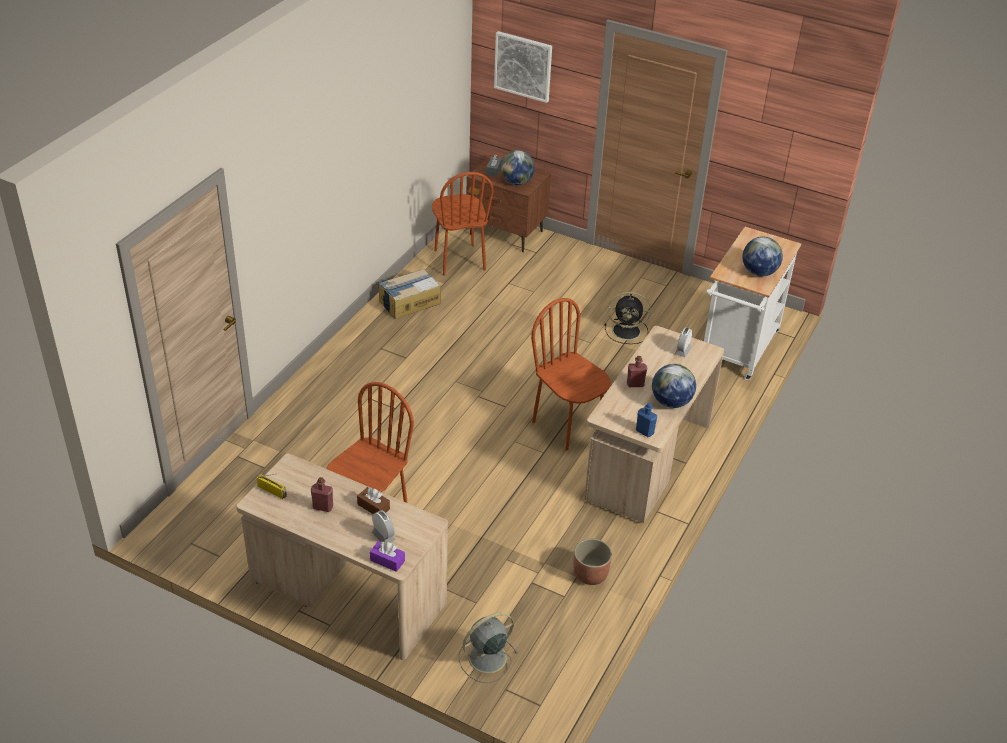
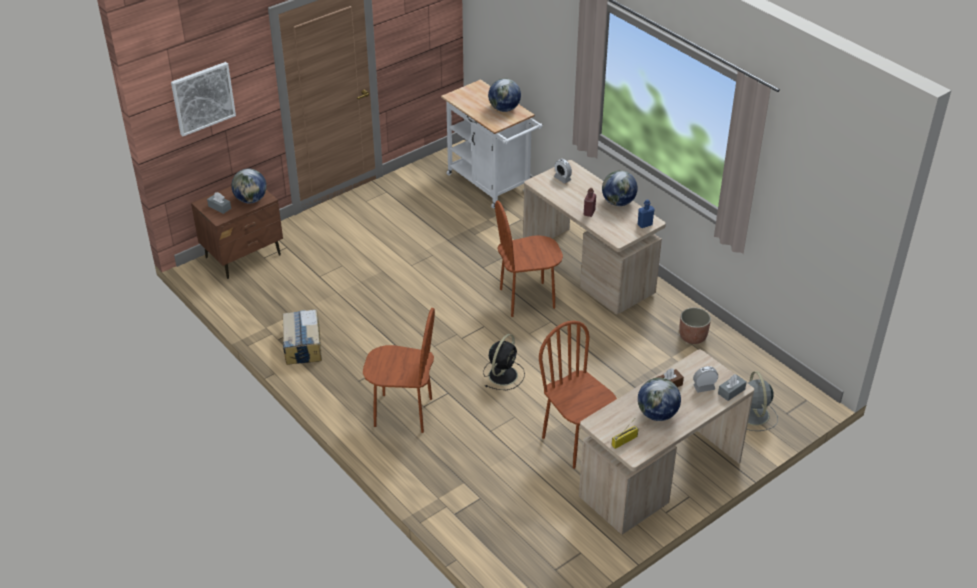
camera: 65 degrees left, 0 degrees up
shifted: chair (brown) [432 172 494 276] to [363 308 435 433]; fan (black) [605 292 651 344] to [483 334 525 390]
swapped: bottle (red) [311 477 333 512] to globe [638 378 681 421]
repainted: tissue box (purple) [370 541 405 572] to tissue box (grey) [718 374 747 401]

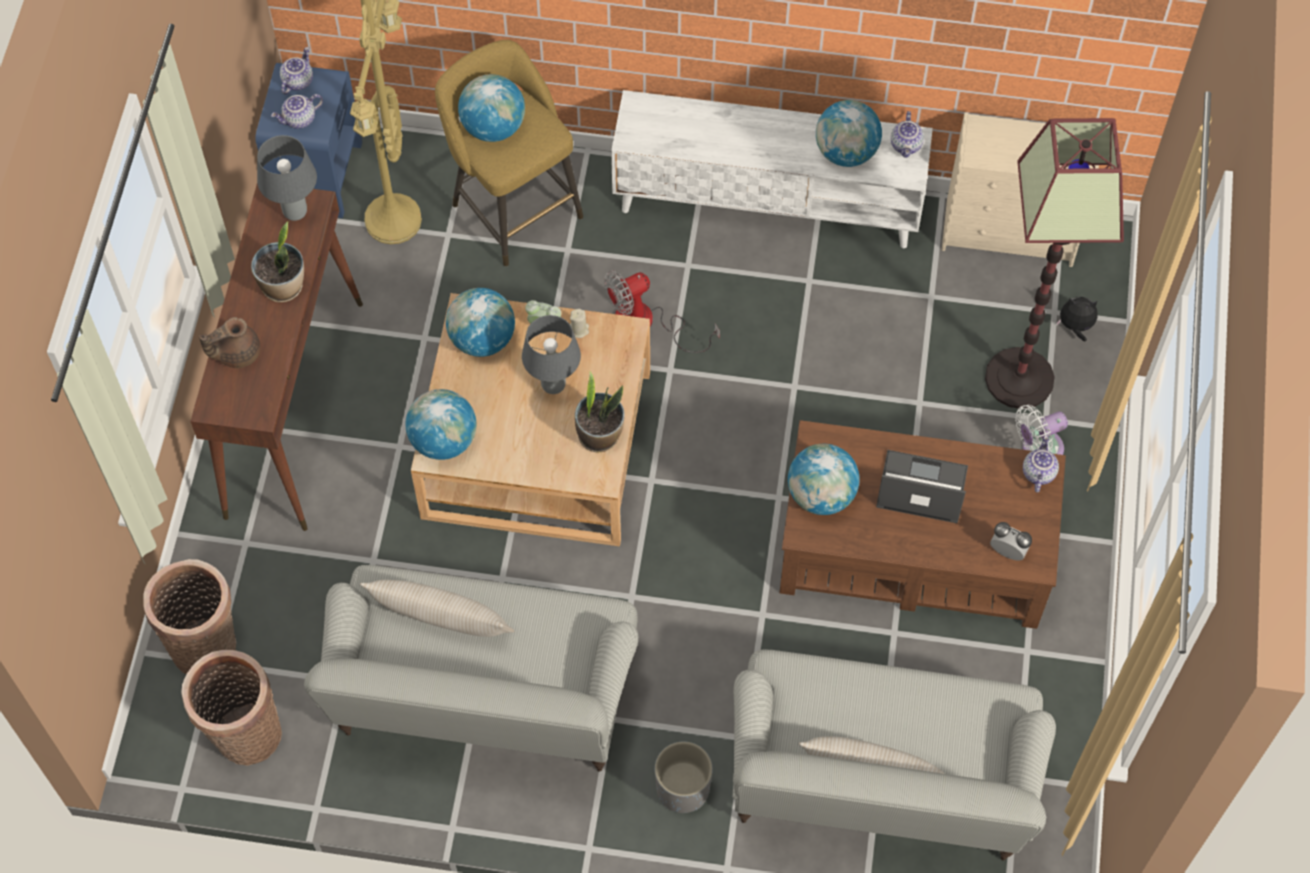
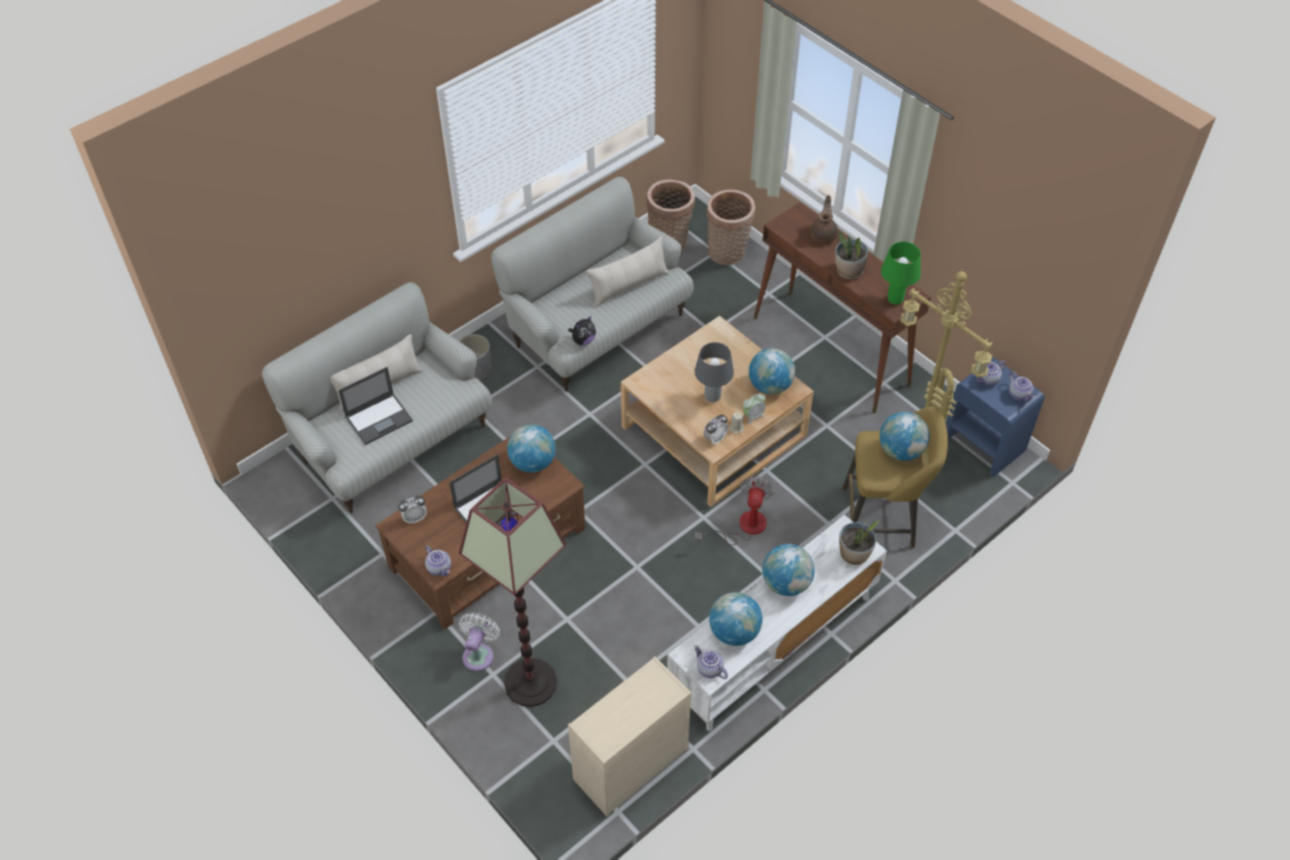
camera: 130 degrees right, 10 degrees down
new: laptop [338 367 413 445]; alarm clock [703 415 728 445]
shifted: plush toy [1056 297 1098 341] to [568 316 596 346]; potted plant [575 372 625 453] to [839 521 880 565]; globe [405 389 476 460] to [762 544 815 596]
repainted: table lamp (grey) [257 135 317 221] to table lamp (green) [881 242 921 305]
rotated: teapot [271 94 323 129] = [977 361 1005 386] 135 degrees counterclockwise

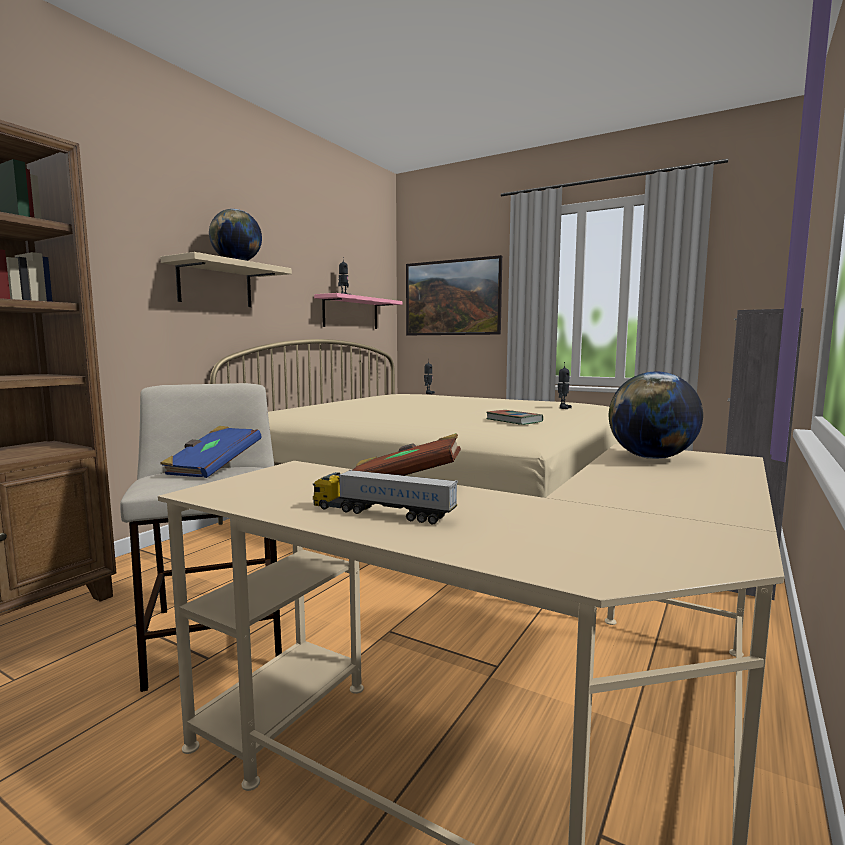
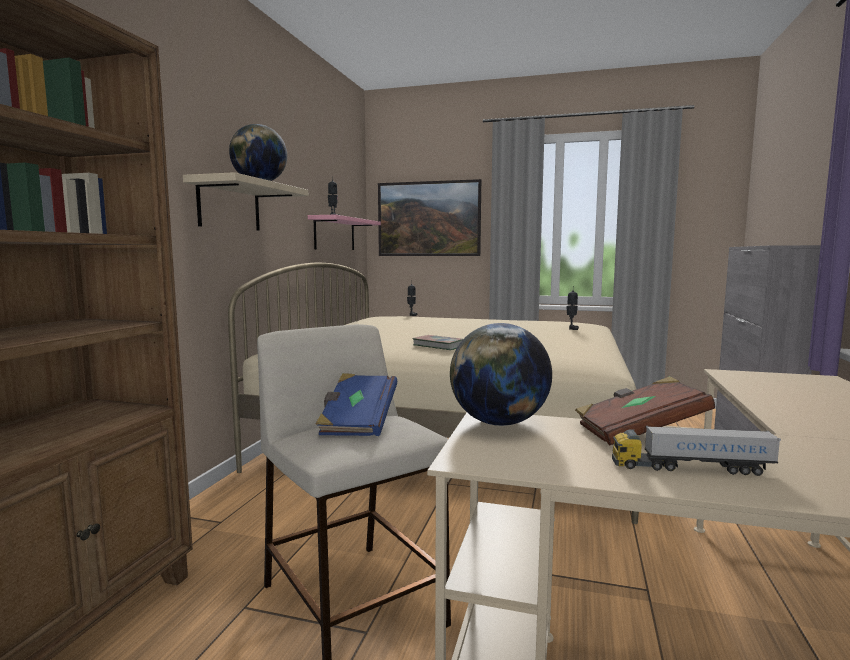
camera: 15 degrees left, 0 degrees up
shifted: globe [609 371 703 459] to [450 323 552 426]; book [486 410 543 425] to [412 335 463 350]

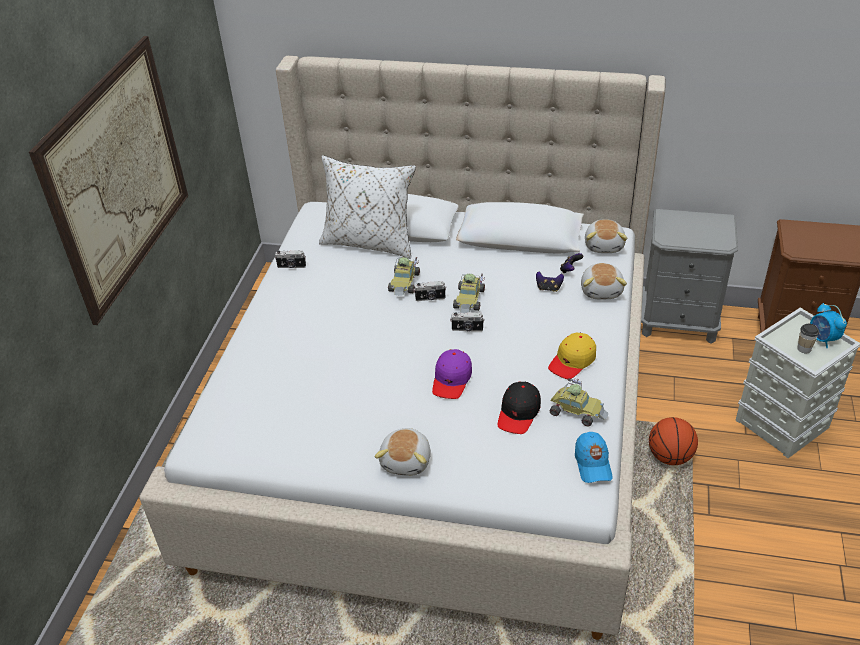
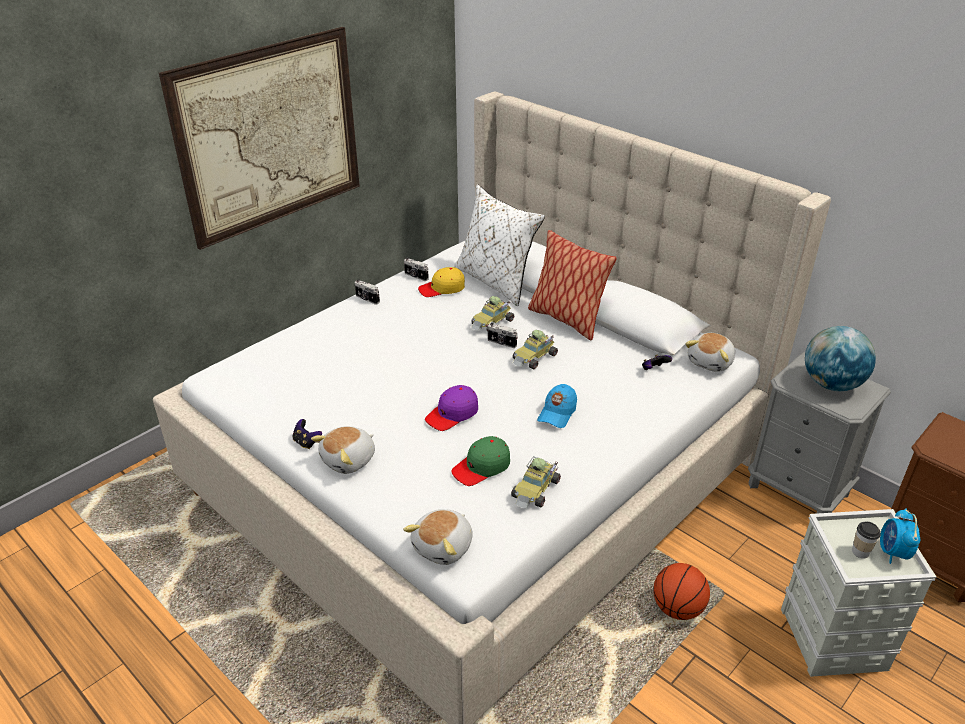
camera: 30 degrees right, 5 degrees down
new: pillow [528 230 616 341]; globe [805 326 876 391]
shifted: plush toy [581 263 627 299] to [403 509 473 565]; game controller [536 271 564 292] to [292 419 322 449]; photo camera [450 312 484 331] to [355 279 380 305]; cap (yellow) [548 333 596 379] to [418 267 465 297]; cap (blue) [575 432 613 483] to [537 384 577 428]
repainted: cap (black) [498 382 541 434] to cap (green) [451 436 510 486]
rotated: toy car [550 378 608 426] = [511 456 561 508] 60 degrees clockwise

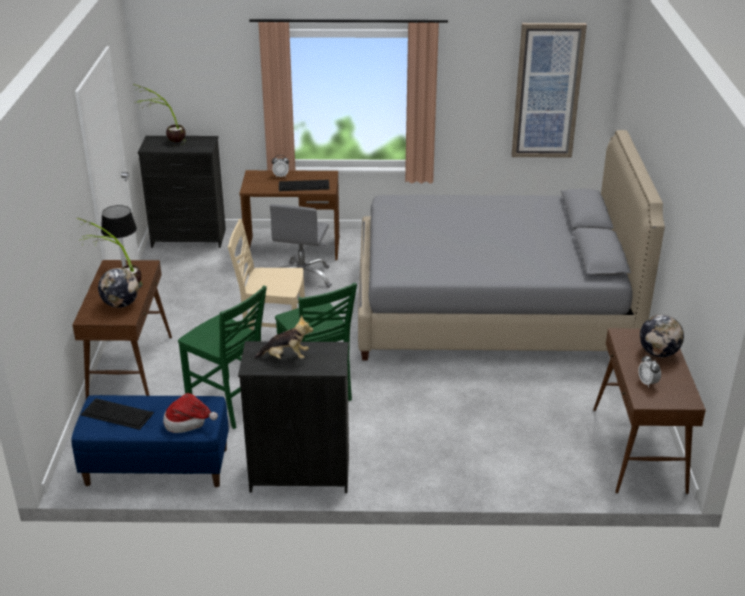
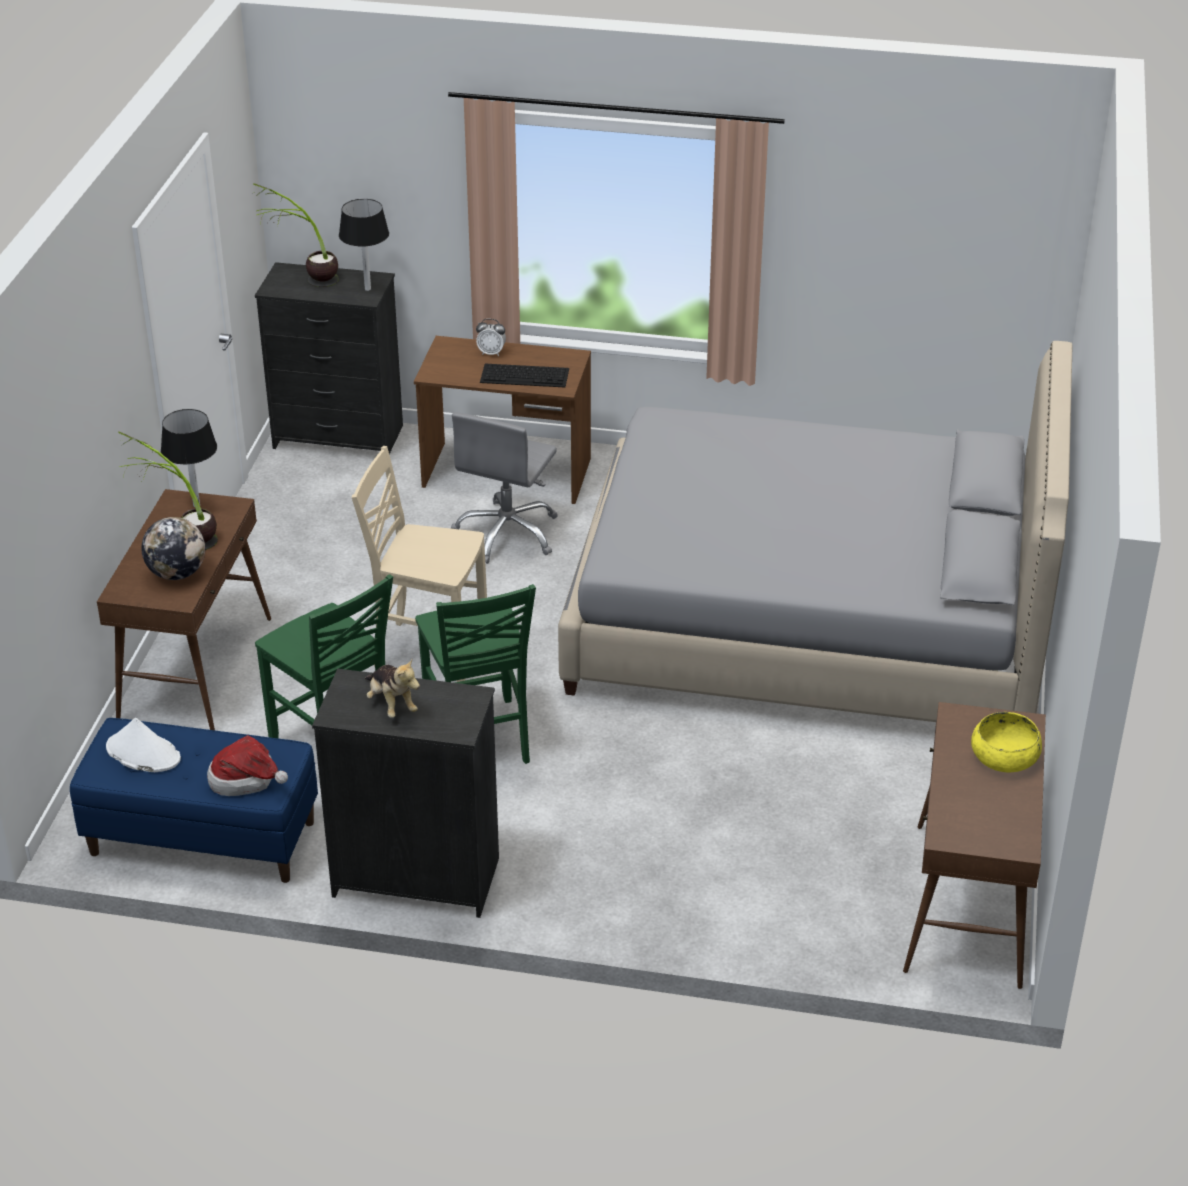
camera: 10 degrees right, 5 degrees up
gone: picture [512 23 587 157]; alarm clock [638 355 661 388]
new: table lamp (black) [339 199 389 291]
swapped: globe [640 315 684 357] to bowl (yellow) [971 712 1042 773]; keyboard [81 398 154 430] to hat (white) [106 718 181 772]
rotated: plush toy [254 316 313 359] = [365 659 420 718] 45 degrees clockwise

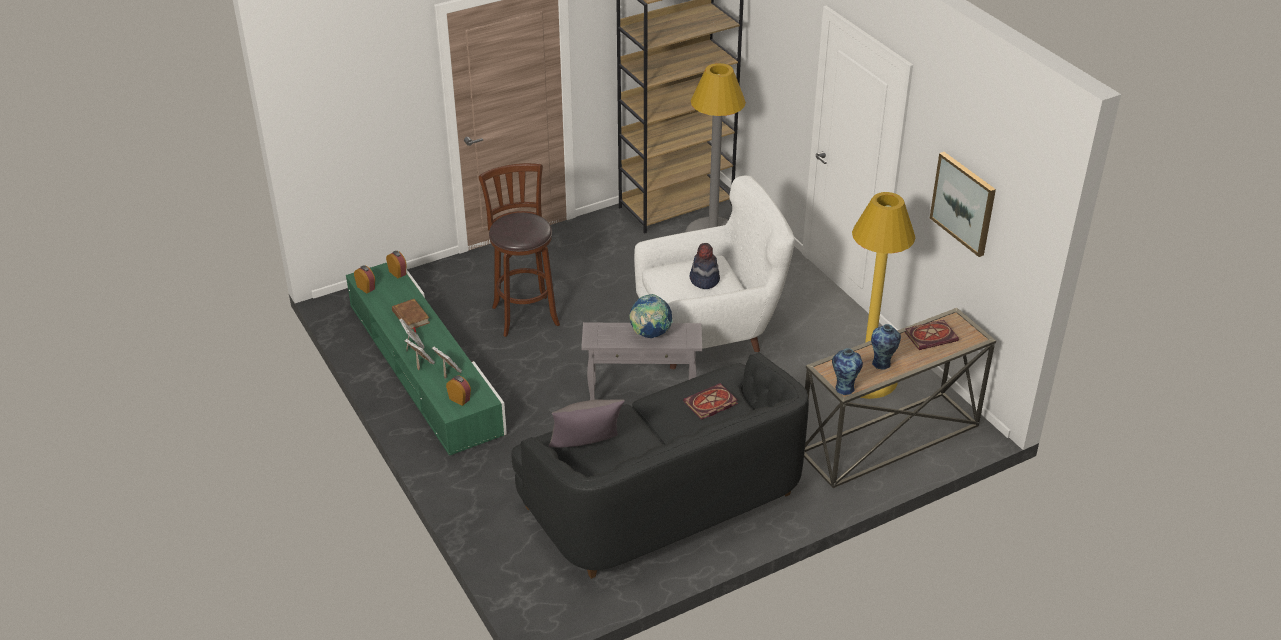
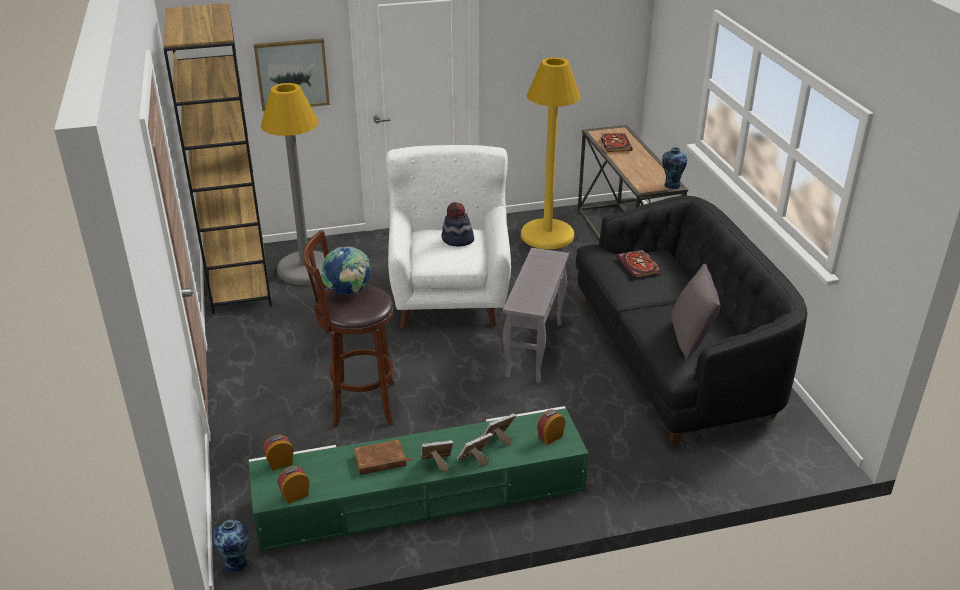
camera: 75 degrees left, 5 degrees down
shifted: picture [930 152 996 257] to [254 38 330 111]; globe [629 294 673 338] to [321 247 371 295]; vase [871 324 901 370] to [213 520 249 574]

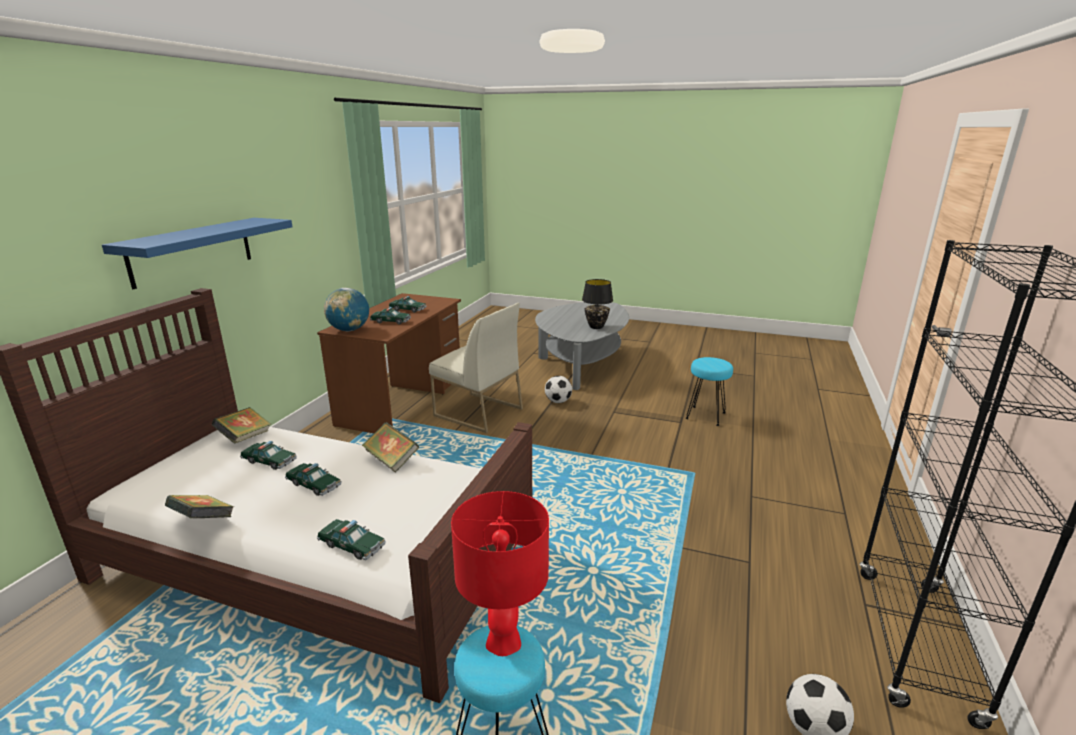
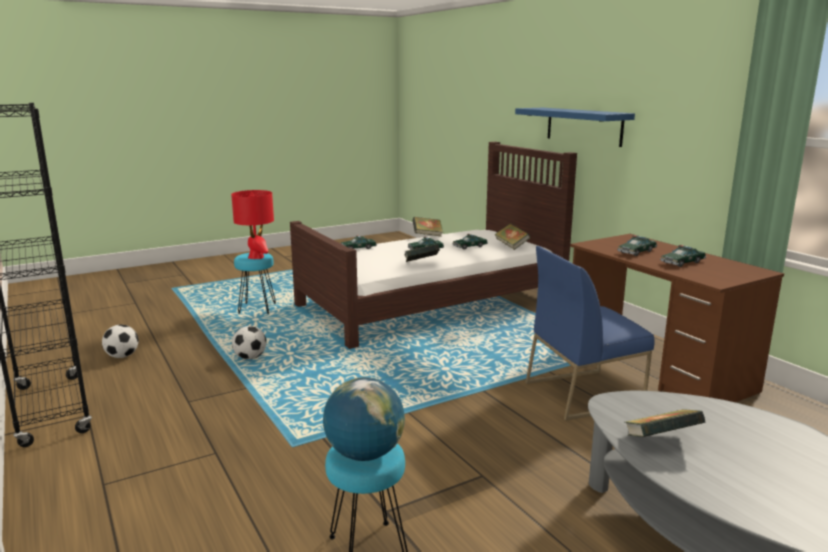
camera: 130 degrees right, 5 degrees down
shifted: globe [324 288 369 331] to [323 377 405 461]; football [545 376 572 403] to [232 326 266 360]
swapped: table lamp (black) [582 279 613 329] to book [625 409 706 437]
repainted: chair (white) [429 303 523 433] to chair (blue) [526 246 655 421]

